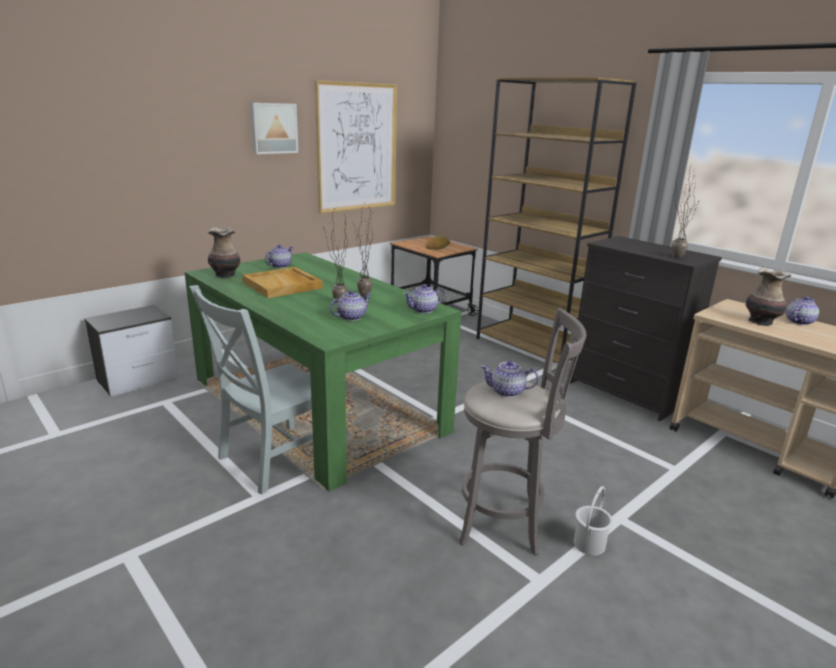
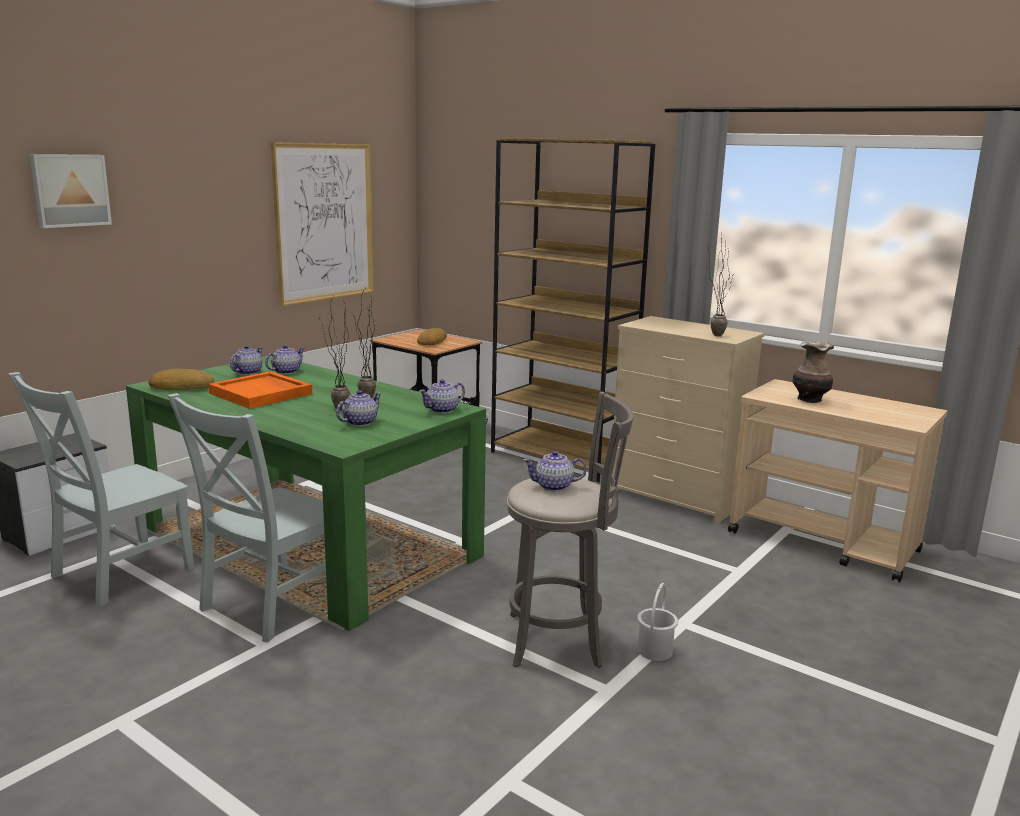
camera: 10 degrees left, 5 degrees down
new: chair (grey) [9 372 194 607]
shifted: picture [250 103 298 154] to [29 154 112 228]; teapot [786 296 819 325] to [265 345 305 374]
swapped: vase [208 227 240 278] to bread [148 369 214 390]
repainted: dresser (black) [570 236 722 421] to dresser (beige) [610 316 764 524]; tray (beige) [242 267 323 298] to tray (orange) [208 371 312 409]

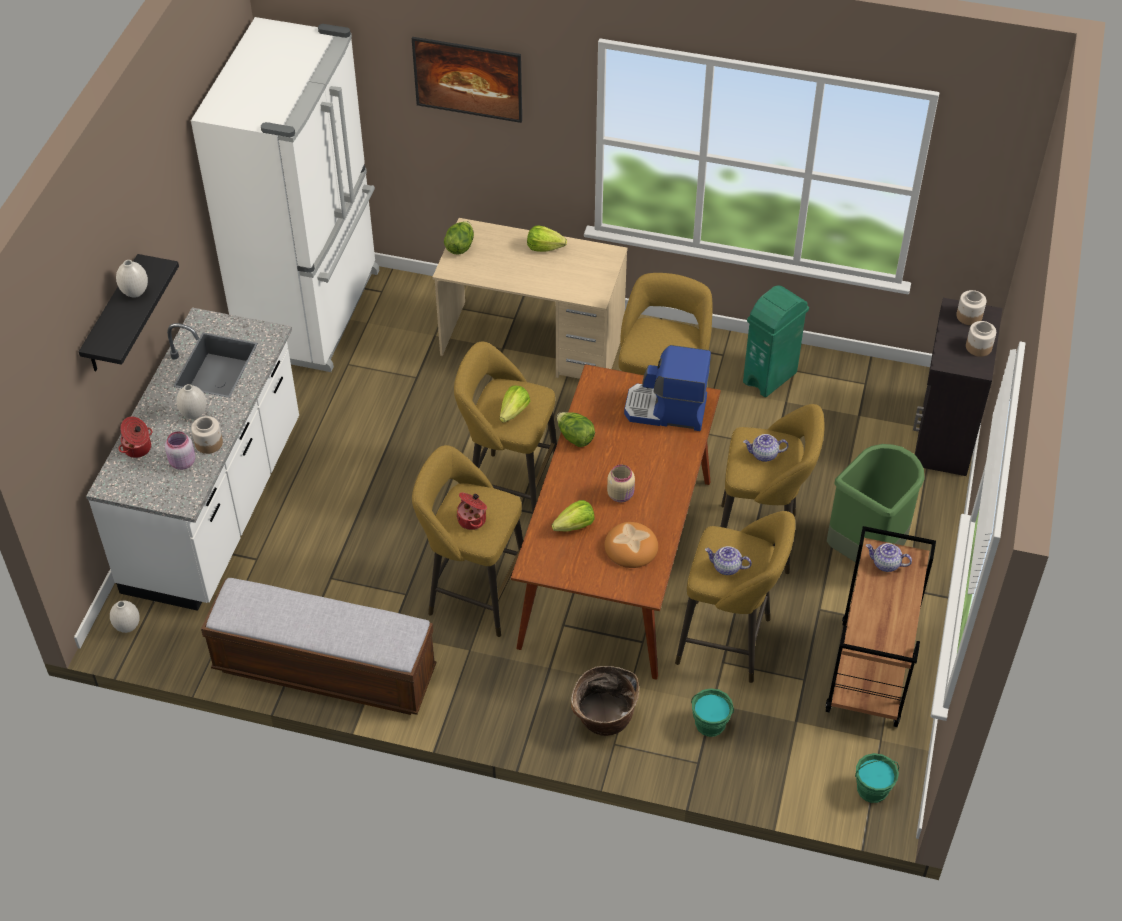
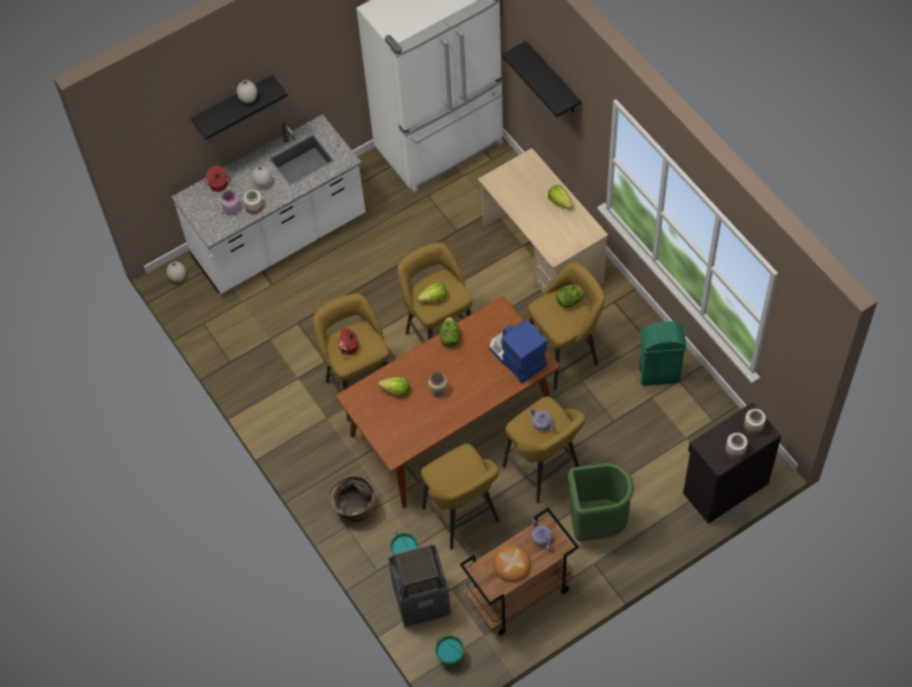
camera: 45 degrees right, 10 degrees up
gone: teapot [705 546 752 575]; bench [201 578 436 715]
new: trash can [388 544 451 627]
shifted: lettuce [444 221 474 254] to [556 285 584 308]; bread [604 522 658 568] to [493 545 531 582]
swapped: picture [412 37 522 123] to shelf (black) [502 41 581 117]

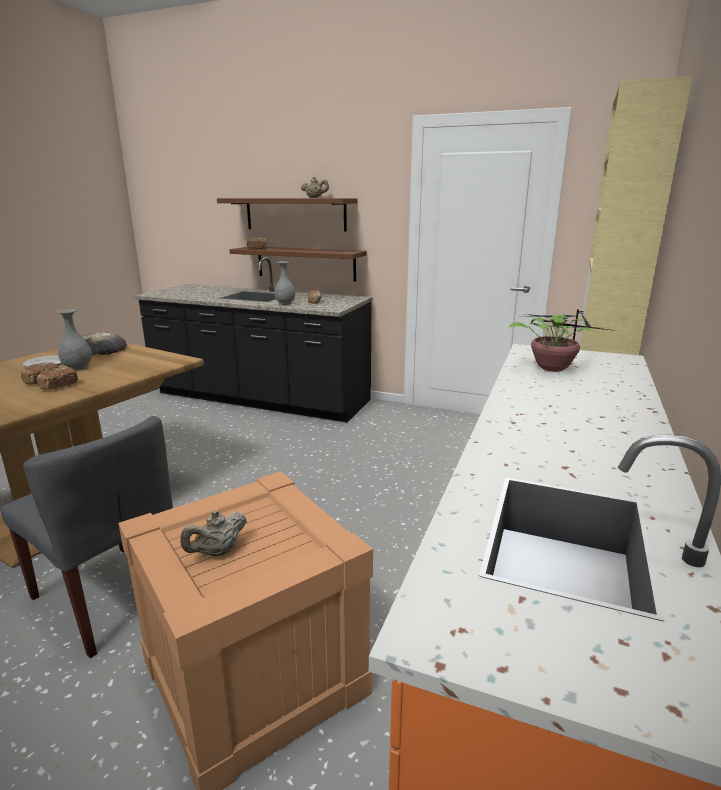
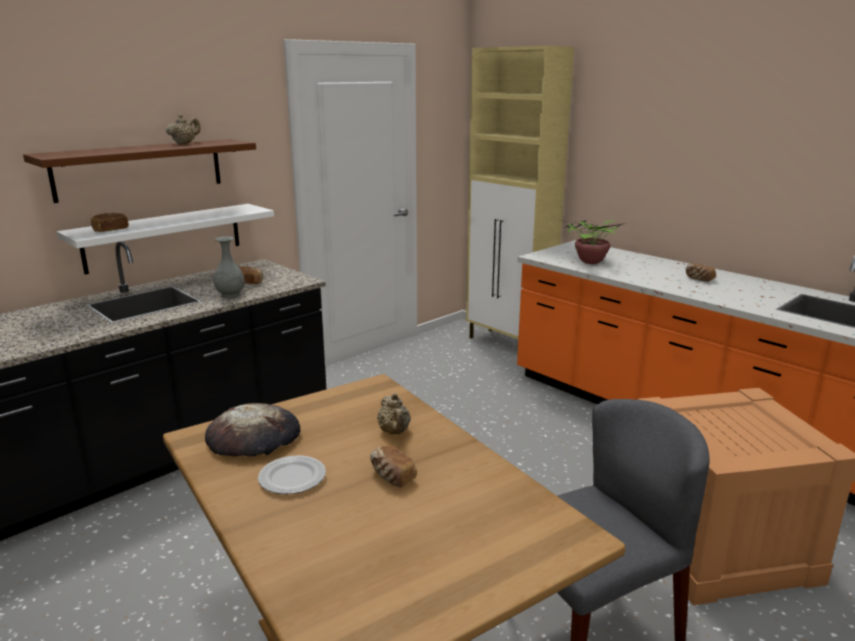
camera: 65 degrees left, 0 degrees up
gone: vase (grey) [56 309 92 371]
shifted: bread [37 367 78 390] to [686 263 716 282]; teapot (beige) [180 510 247 556] to [377 393 411 434]
repainted: shelf (brown) [229 247 367 282] to shelf (white) [57 204 274 274]

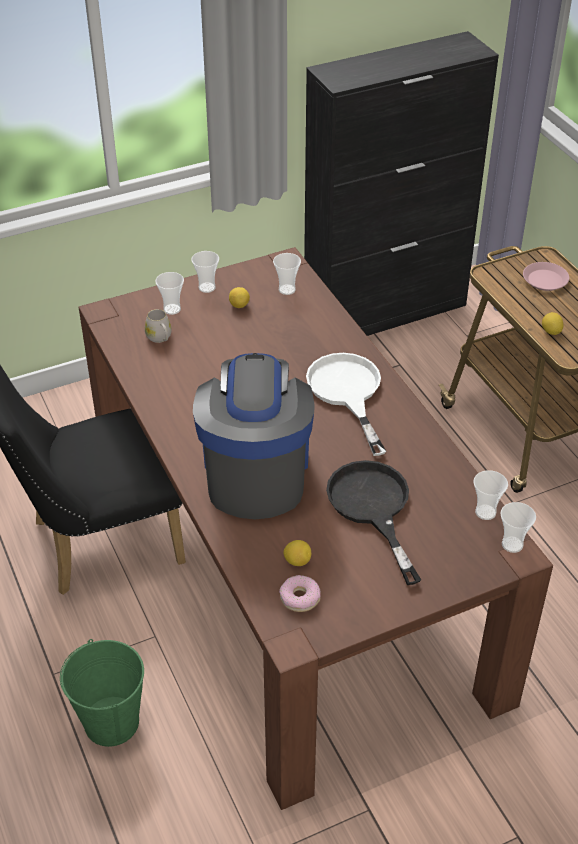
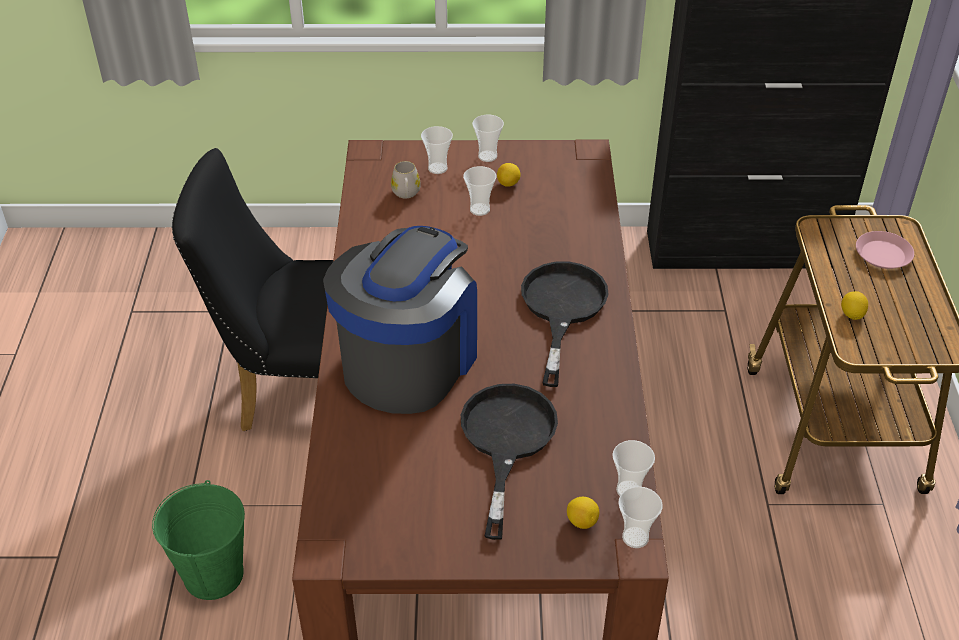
camera: 25 degrees right, 0 degrees up
gone: donut [279 575 321 612]
shifted: cup [273 253 301 295] to [463 166 496 216]; lemon [284 540 311 566] to [567 497 599 529]
repainted: frying pan (white) [306 353 386 456] to frying pan (black) [521 262 609 387]

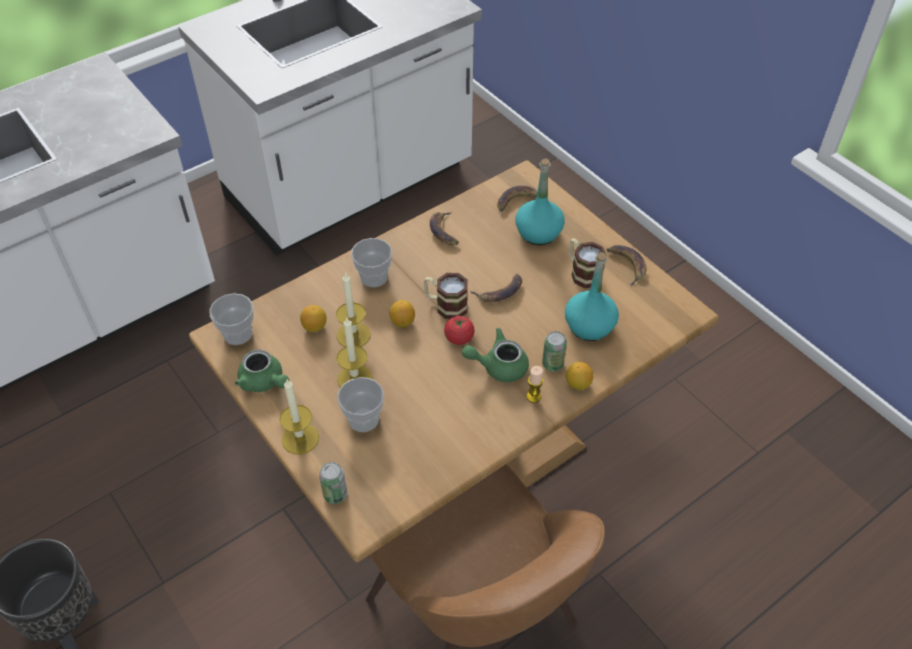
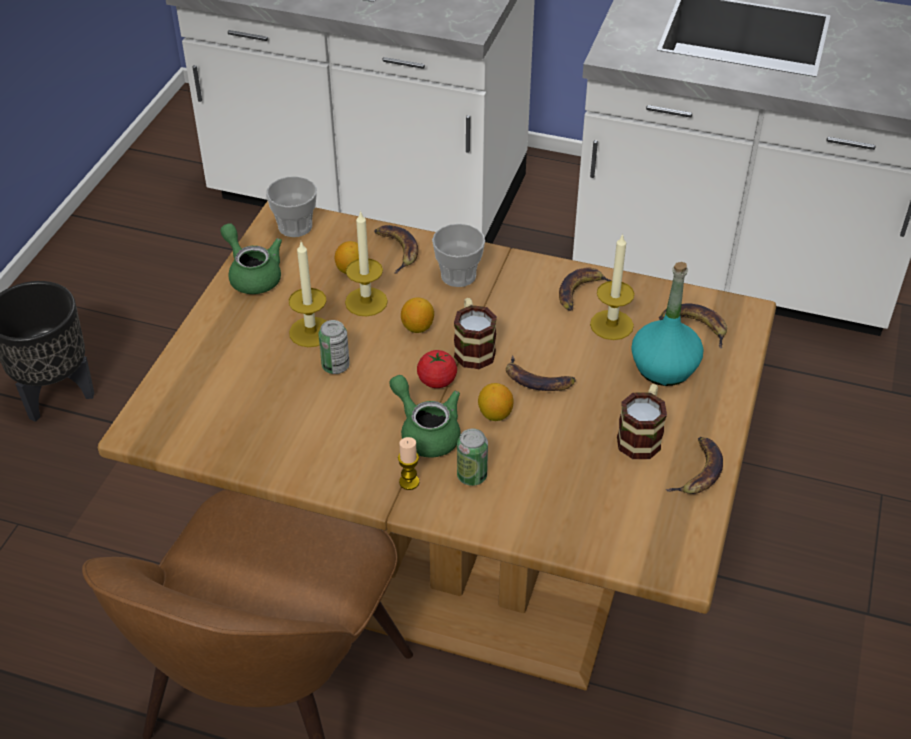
camera: 55 degrees right, 5 degrees down
gone: bottle (turquoise) [565 252 619 341]; cup [337 377 384 432]
new: banana [374 225 418 274]
shifted: lemon [566 362 593 390] to [478 383 513 421]; candle [279 379 319 455] to [590 233 635 340]; can [319 462 347 504] to [318 320 350 374]
rotated: teapot (green) [235 349 289 392] = [220 223 282 294] 135 degrees clockwise

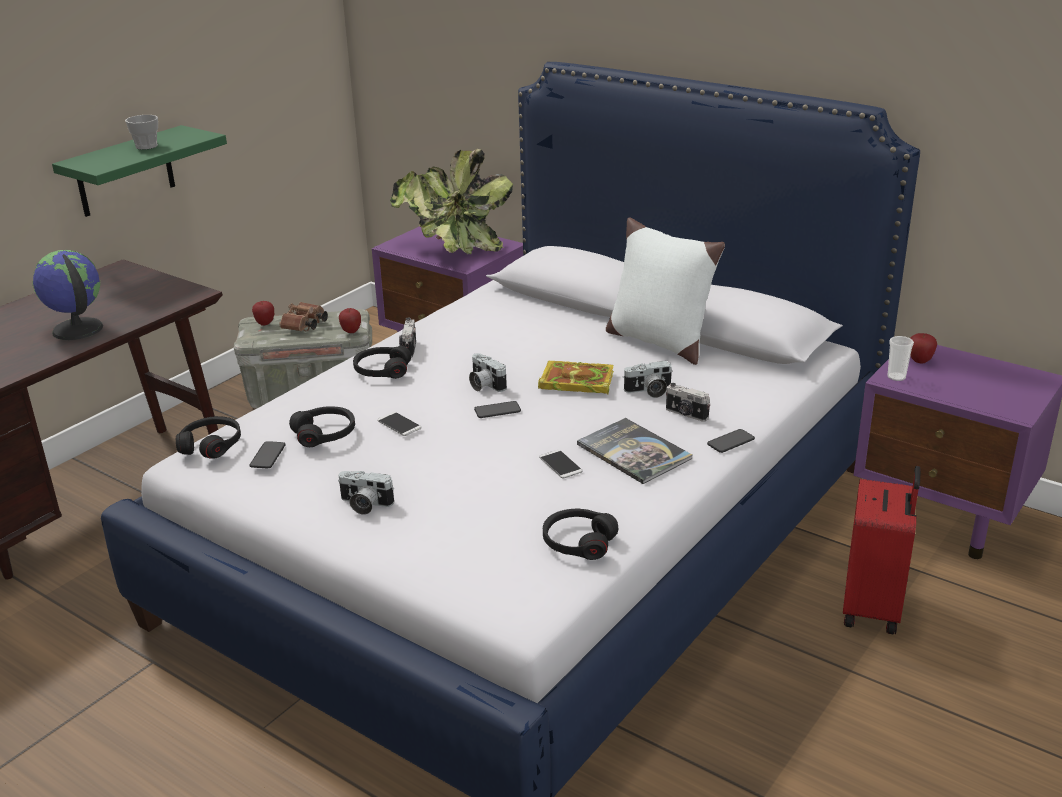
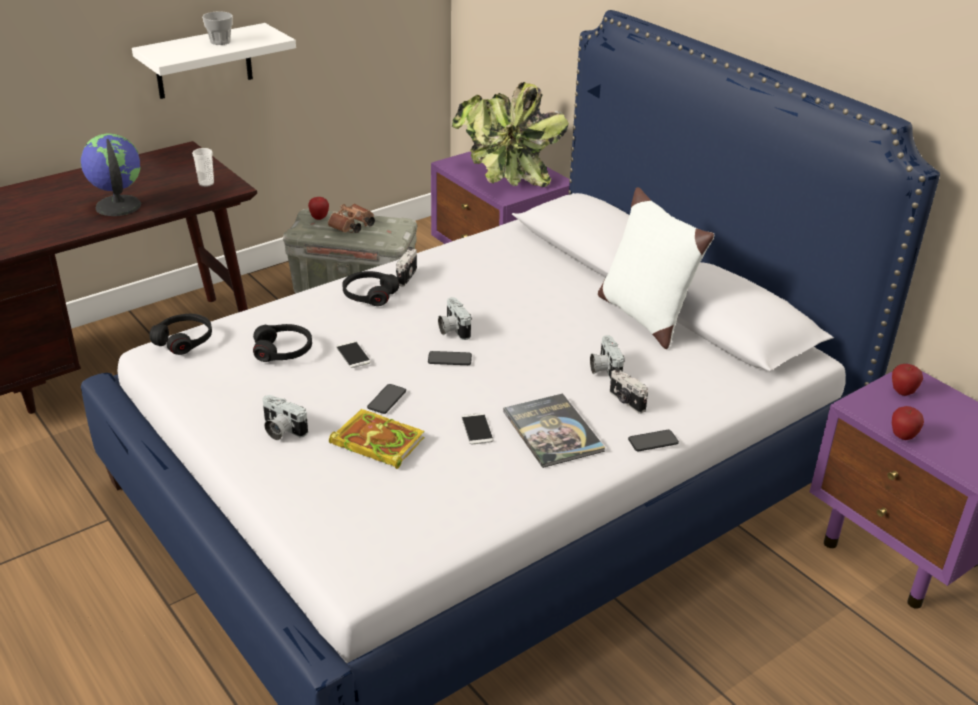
camera: 15 degrees right, 5 degrees up
gone: suitcase (red) [843 466 921 634]; headphones (black) [543 509 618 560]
shifted: apple [339 308 361 333] to [892 406 924 440]; cup [887 336 914 381] to [192 148 214 187]; book [538 360 614 395] to [329 409 425 469]; phone [249 441 286 468] to [367 384 406 414]
repainted: shelf (green) [52 125 227 217] to shelf (white) [132 23 296 99]
rotated: photo camera [623 361 673 398] = [590 335 625 380] 75 degrees clockwise

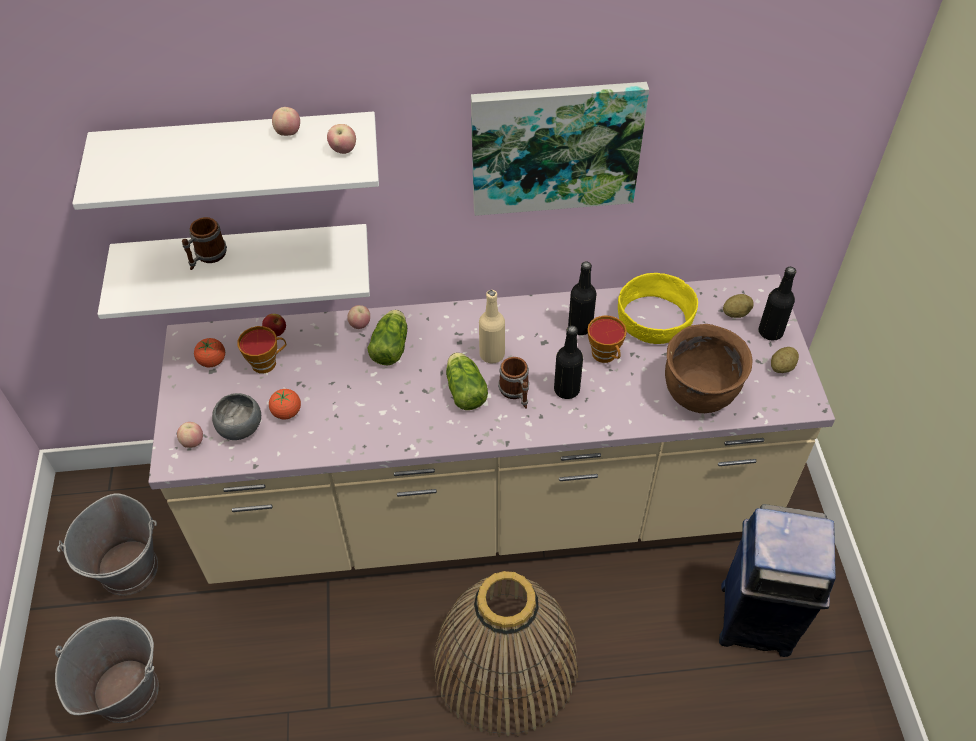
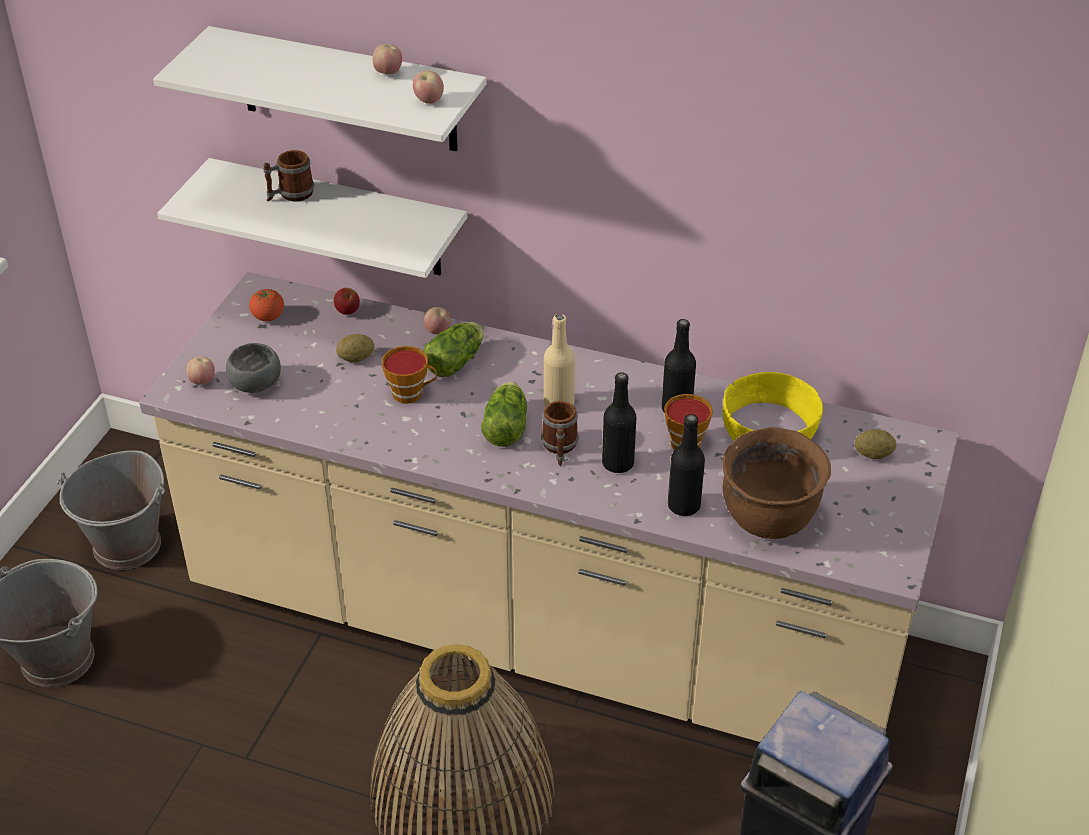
camera: 25 degrees right, 10 degrees down
gone: picture [471 82 649 216]; tomato [269 389 301 419]
shifted: bottle (black) [758 267 796 340] to [668 414 705 516]; cup [238 326 286 373] to [382 346 437 404]; potato [771 347 799 373] to [336 334 375 362]

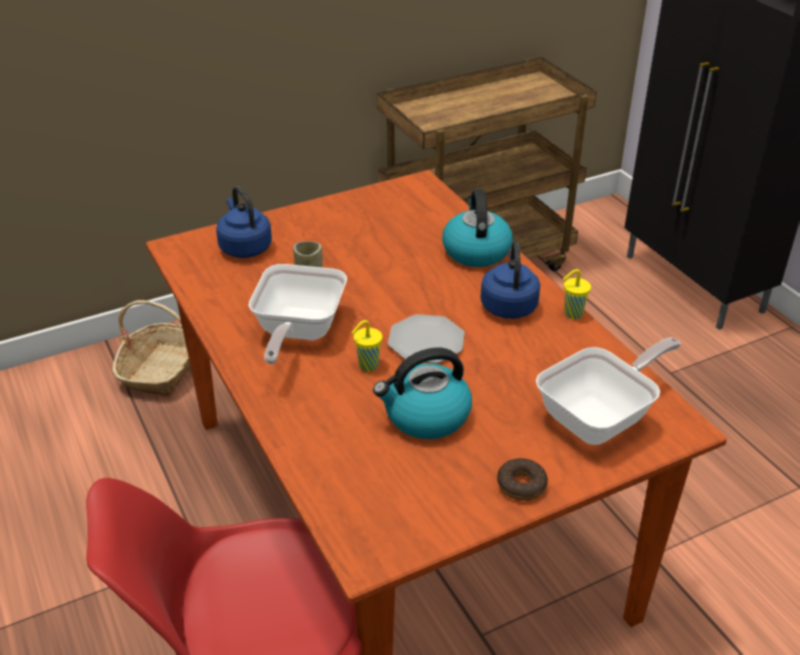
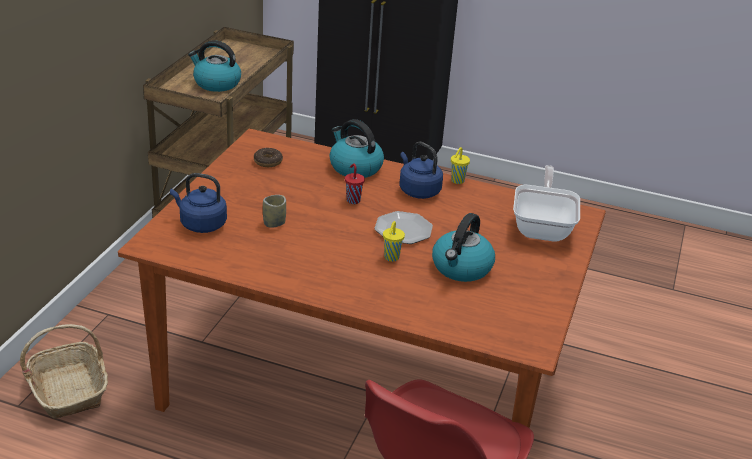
camera: 45 degrees left, 5 degrees down
gone: frying pan [248 264 347 364]
new: kettle [188 40 241 92]; cup (red) [345 163 365 204]
shifted: donut [497 458 548 501] to [254 148 283 167]

